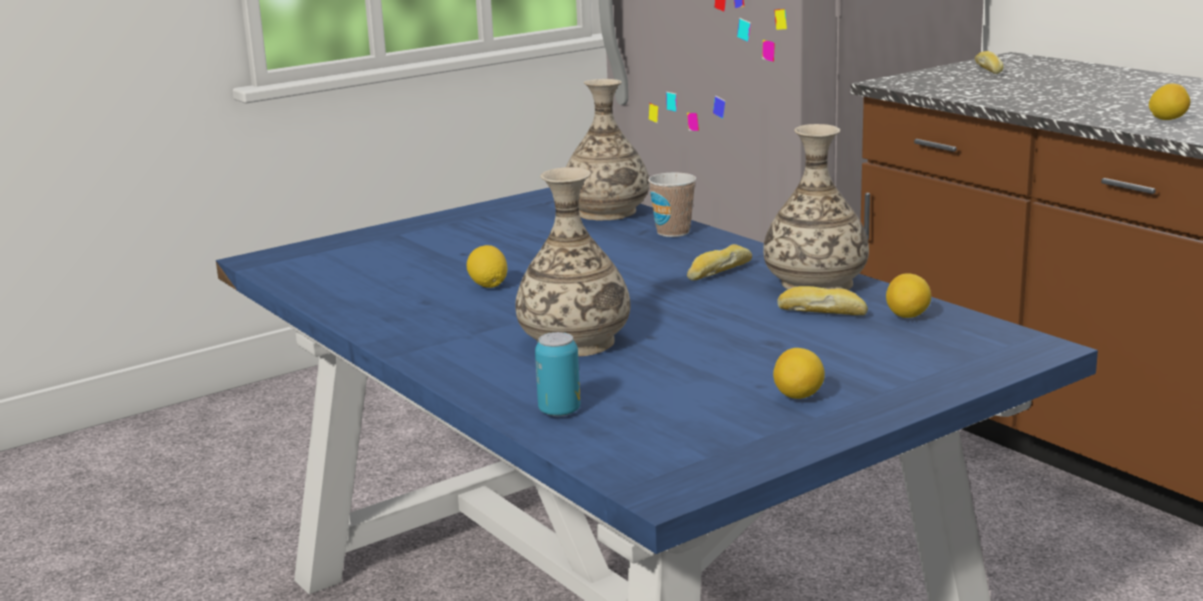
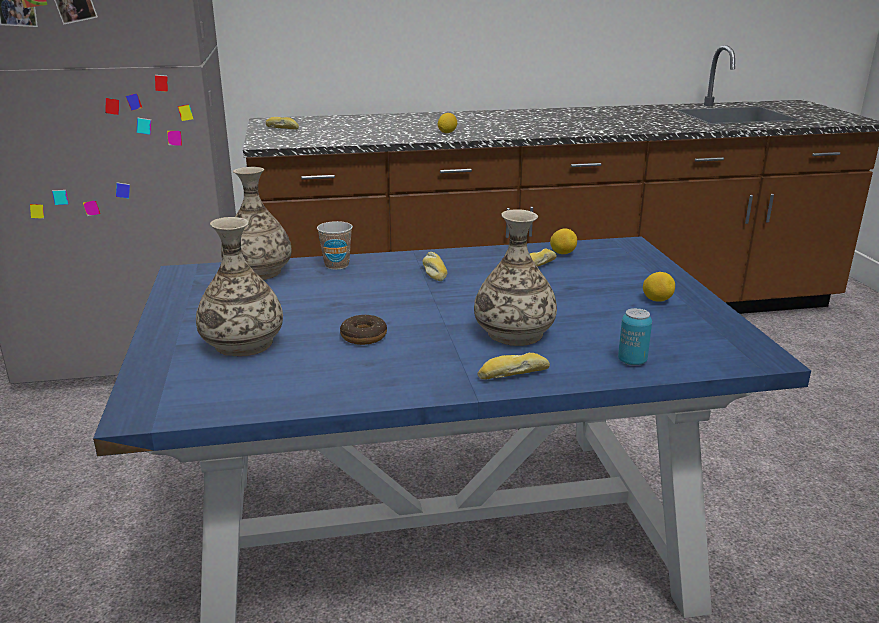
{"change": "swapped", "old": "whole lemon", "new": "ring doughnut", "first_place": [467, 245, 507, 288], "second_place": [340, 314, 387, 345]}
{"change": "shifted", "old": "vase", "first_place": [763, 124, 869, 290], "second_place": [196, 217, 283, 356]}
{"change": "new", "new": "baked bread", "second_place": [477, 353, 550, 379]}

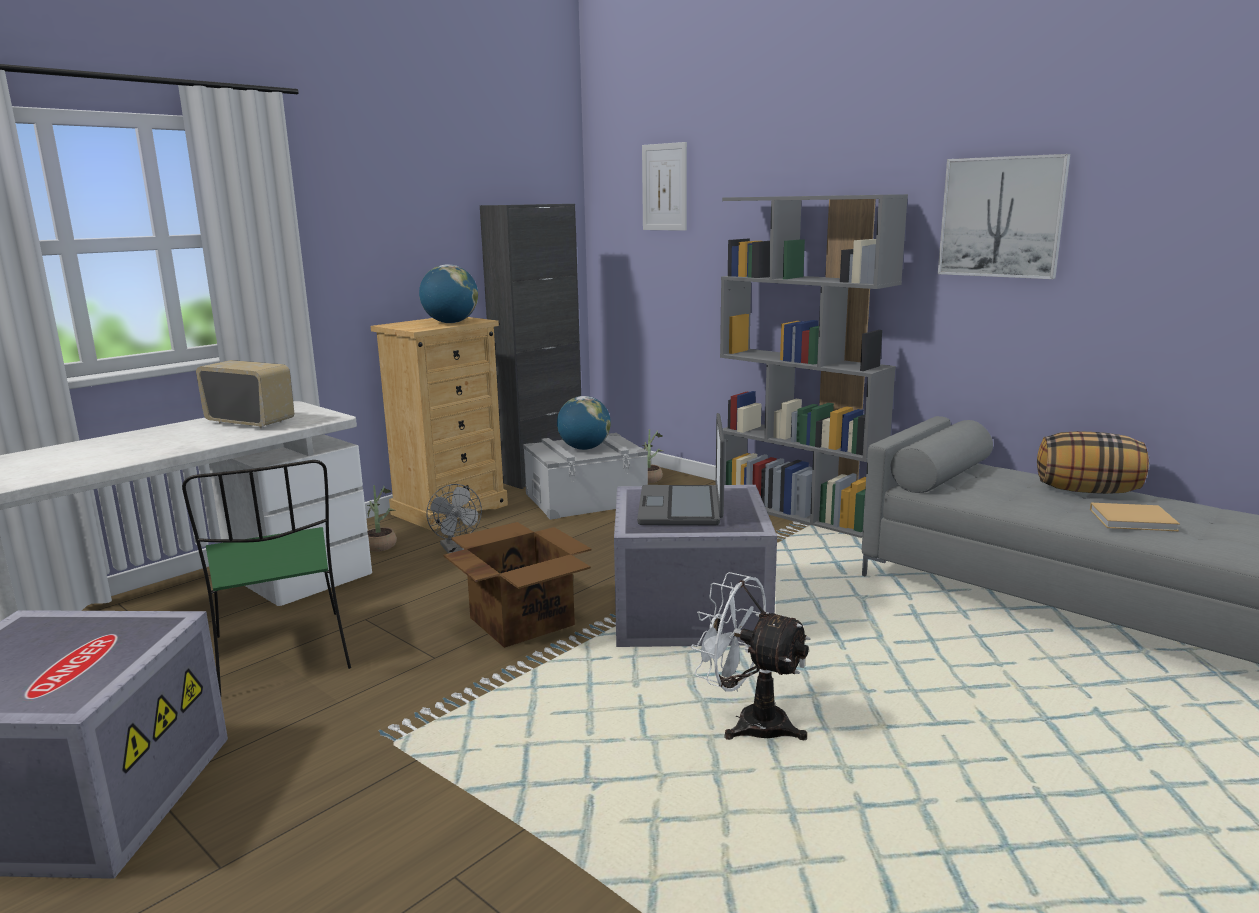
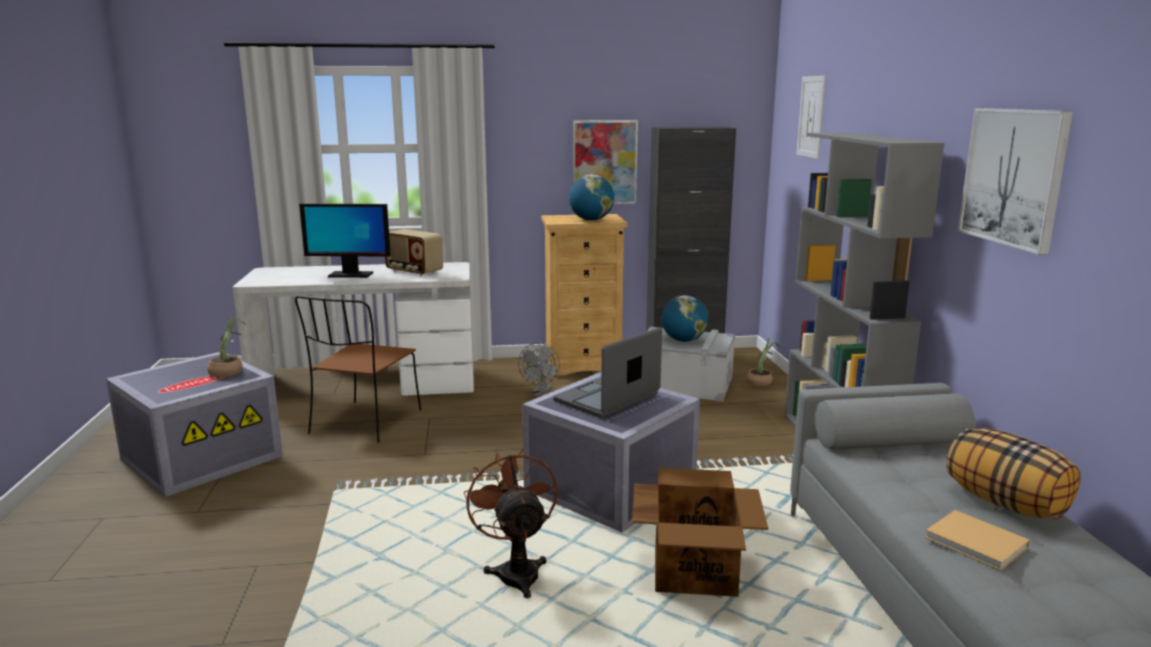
{"change": "repainted", "old": "chair (green)", "new": "chair (brownish)", "first_place": [182, 460, 351, 695], "second_place": [295, 296, 421, 443]}
{"change": "rotated", "old": "radio", "first_place": [196, 360, 294, 428], "second_place": [385, 229, 443, 276], "degrees": 150}
{"change": "shifted", "old": "potted plant", "first_place": [367, 485, 397, 552], "second_place": [207, 314, 246, 377]}
{"change": "shifted", "old": "carton", "first_place": [444, 522, 592, 648], "second_place": [632, 468, 768, 597]}
{"change": "repainted", "old": "fan (white)", "new": "fan (brownish)", "first_place": [691, 572, 811, 740], "second_place": [464, 448, 558, 598]}
{"change": "new", "new": "monitor", "second_place": [299, 204, 391, 278]}
{"change": "new", "new": "wall picture", "second_place": [573, 120, 638, 204]}

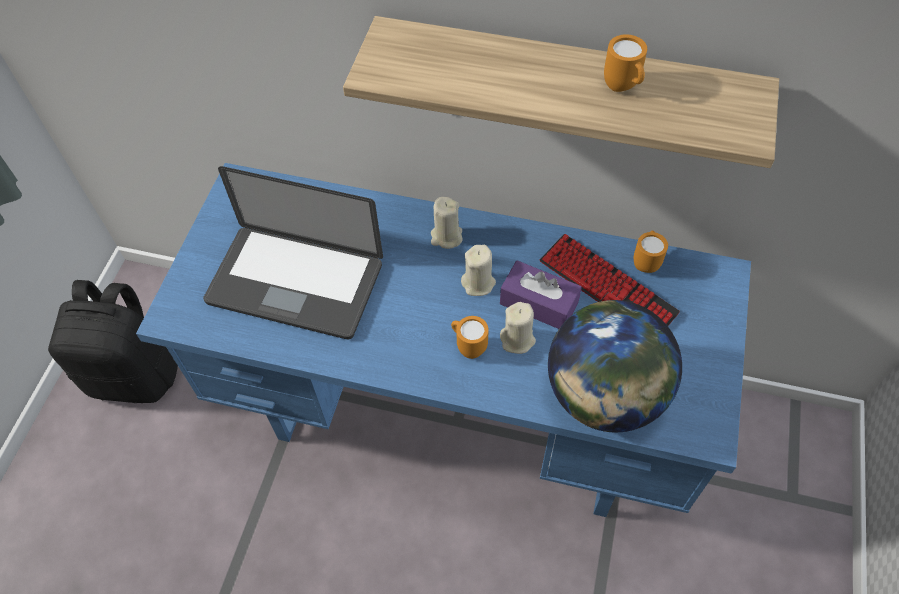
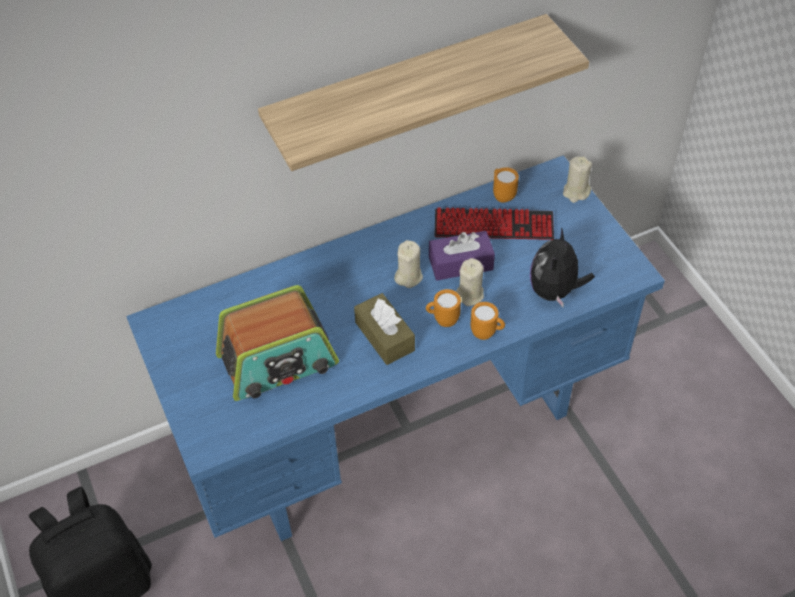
{"change": "swapped", "old": "laptop", "new": "radio", "first_place": [203, 166, 383, 339], "second_place": [216, 285, 339, 401]}
{"change": "shifted", "old": "wax candle (sand-coloured)", "first_place": [431, 197, 463, 249], "second_place": [563, 157, 592, 203]}
{"change": "swapped", "old": "globe", "new": "soft toy", "first_place": [548, 300, 682, 432], "second_place": [530, 227, 595, 307]}
{"change": "shifted", "old": "coffee mug (orange)", "first_place": [604, 34, 647, 92], "second_place": [471, 302, 505, 340]}
{"change": "new", "new": "box of tissues (brownish)", "second_place": [354, 293, 415, 365]}

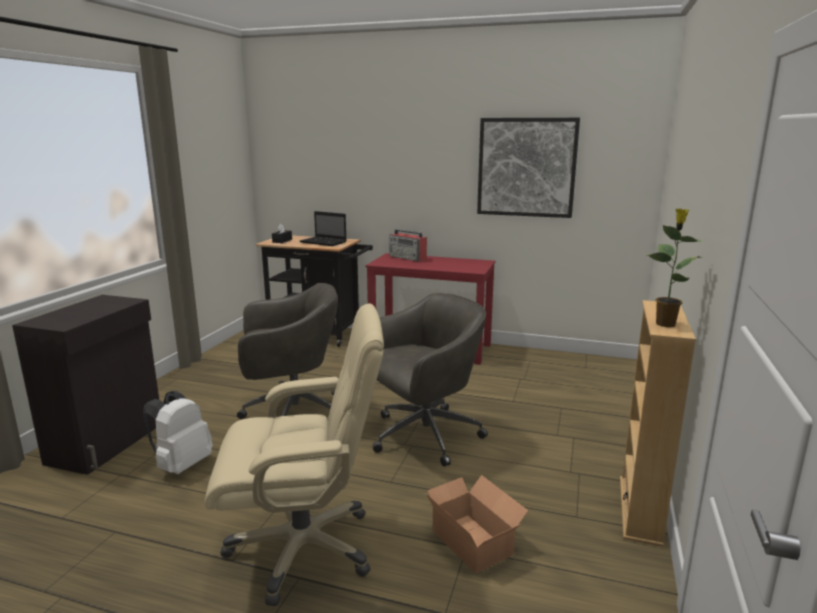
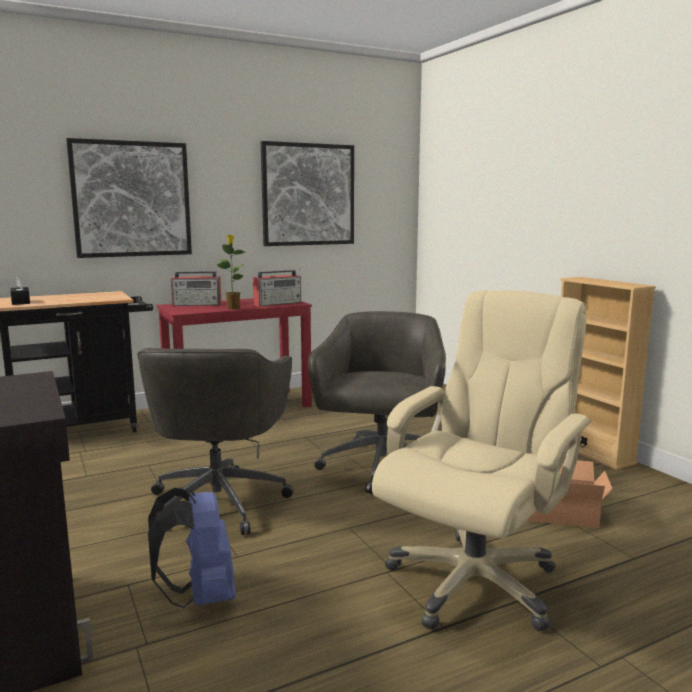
{"change": "repainted", "old": "backpack (white)", "new": "backpack (bluish)", "first_place": [143, 391, 213, 474], "second_place": [148, 488, 235, 608]}
{"change": "rotated", "old": "computer chair (gray)", "first_place": [237, 283, 338, 419], "second_place": [137, 348, 294, 535], "degrees": 150}
{"change": "gone", "old": "laptop", "first_place": [300, 211, 347, 246]}
{"change": "shifted", "old": "potted plant", "first_place": [646, 208, 701, 327], "second_place": [217, 235, 247, 309]}
{"change": "new", "new": "wall picture", "second_place": [66, 138, 192, 258]}
{"change": "new", "new": "radio", "second_place": [253, 269, 301, 306]}

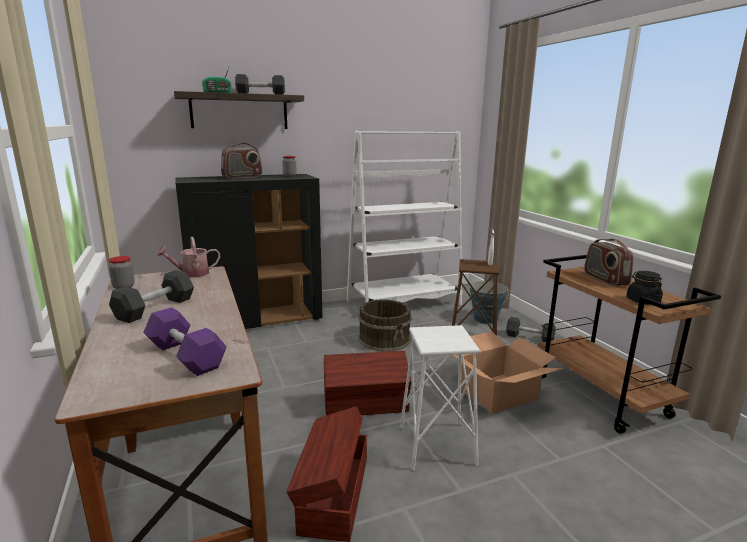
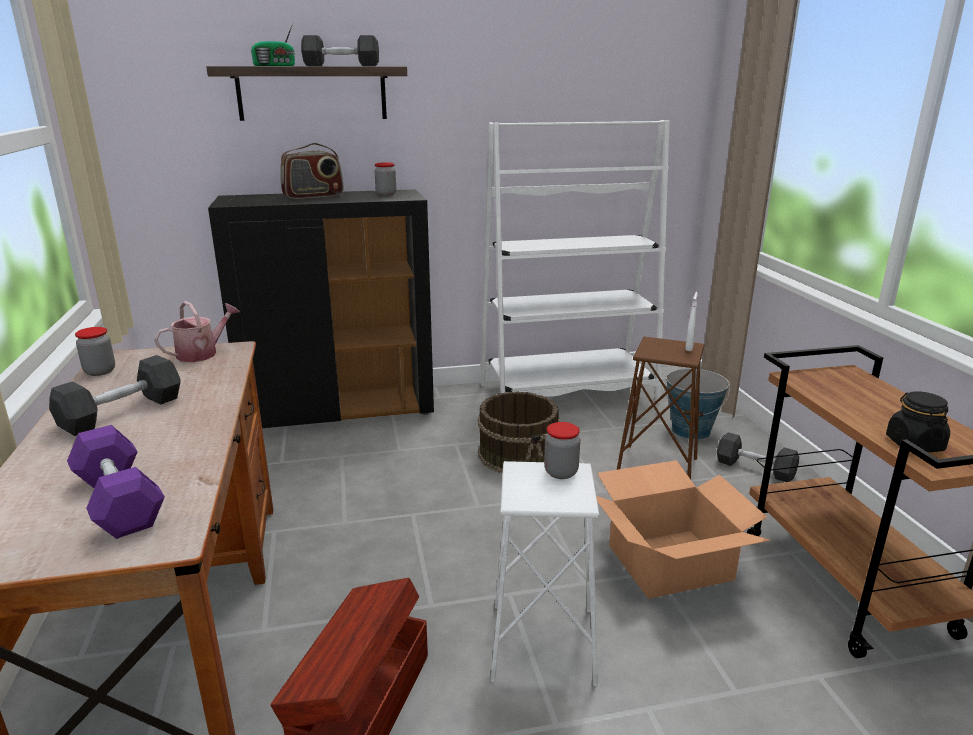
{"change": "rotated", "old": "watering pot", "first_place": [156, 237, 220, 277], "second_place": [154, 301, 240, 362], "degrees": 150}
{"change": "gone", "old": "storage box (brownish)", "first_place": [324, 351, 411, 415]}
{"change": "gone", "old": "radio", "first_place": [584, 239, 633, 286]}
{"change": "new", "new": "storage jar", "second_place": [544, 422, 580, 479]}

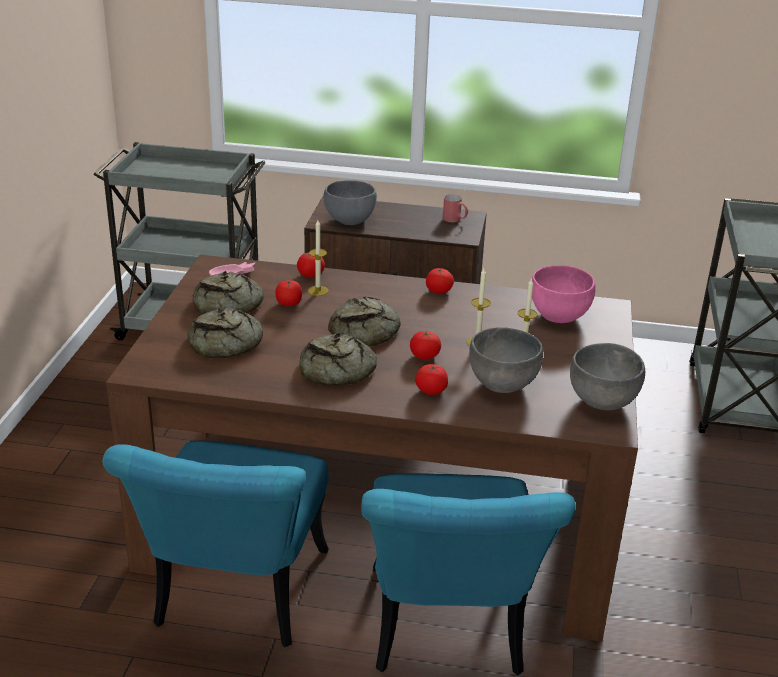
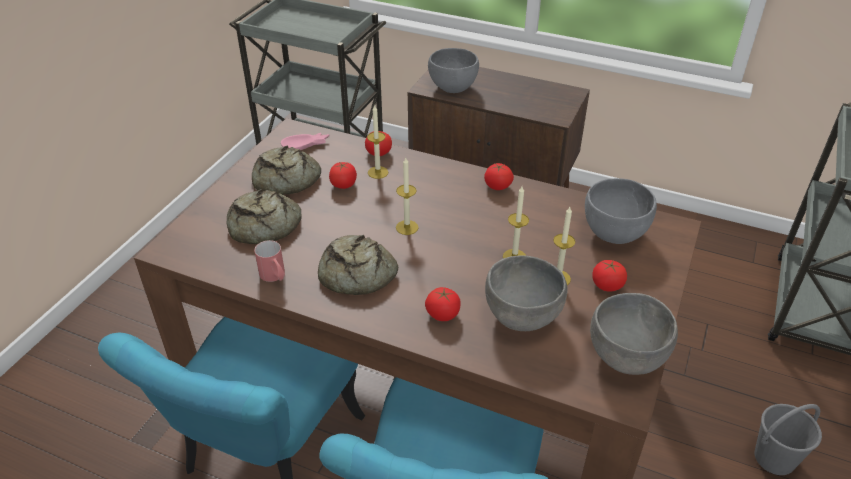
{"change": "swapped", "old": "baked bread", "new": "wax candle", "first_place": [328, 296, 401, 346], "second_place": [396, 158, 419, 235]}
{"change": "shifted", "old": "fresh tomato", "first_place": [410, 331, 441, 360], "second_place": [592, 260, 627, 292]}
{"change": "shifted", "old": "coffee mug (reddish)", "first_place": [443, 194, 468, 222], "second_place": [254, 240, 285, 282]}
{"change": "repainted", "old": "serving bowl (pink)", "new": "serving bowl (gray)", "first_place": [532, 265, 596, 323], "second_place": [585, 178, 657, 244]}
{"change": "new", "new": "pail (gray)", "second_place": [755, 404, 822, 475]}

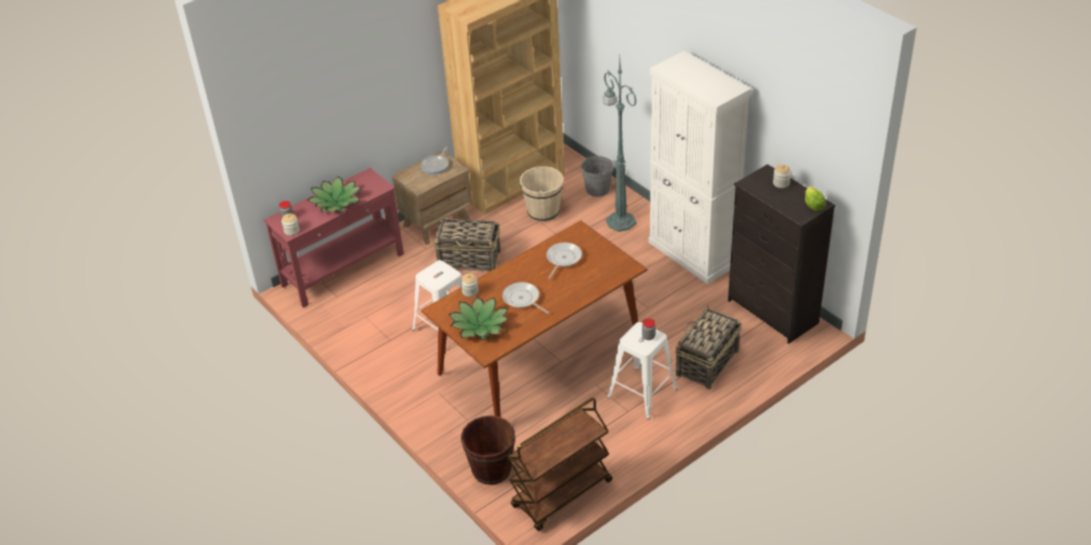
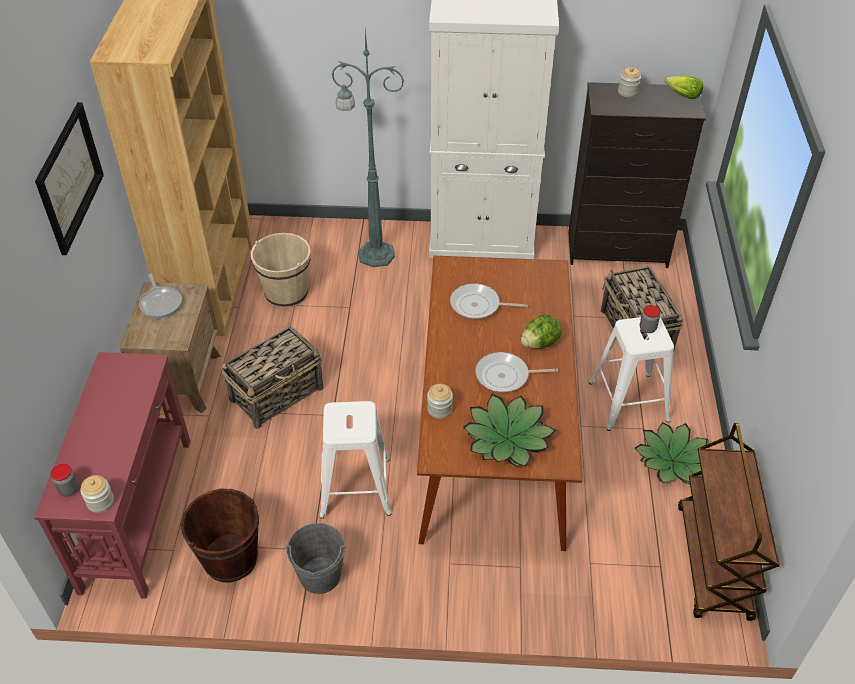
{"change": "shifted", "old": "potted plant", "first_place": [308, 176, 361, 212], "second_place": [635, 422, 708, 484]}
{"change": "shifted", "old": "pail (brownish)", "first_place": [461, 416, 515, 485], "second_place": [181, 489, 259, 582]}
{"change": "rotated", "old": "skillet", "first_place": [546, 242, 582, 279], "second_place": [450, 284, 528, 319], "degrees": -60}
{"change": "shifted", "old": "pail (gray)", "first_place": [581, 156, 614, 197], "second_place": [286, 523, 346, 594]}
{"change": "new", "new": "wall picture", "second_place": [35, 102, 104, 255]}
{"change": "new", "new": "lettuce head", "second_place": [521, 315, 562, 349]}

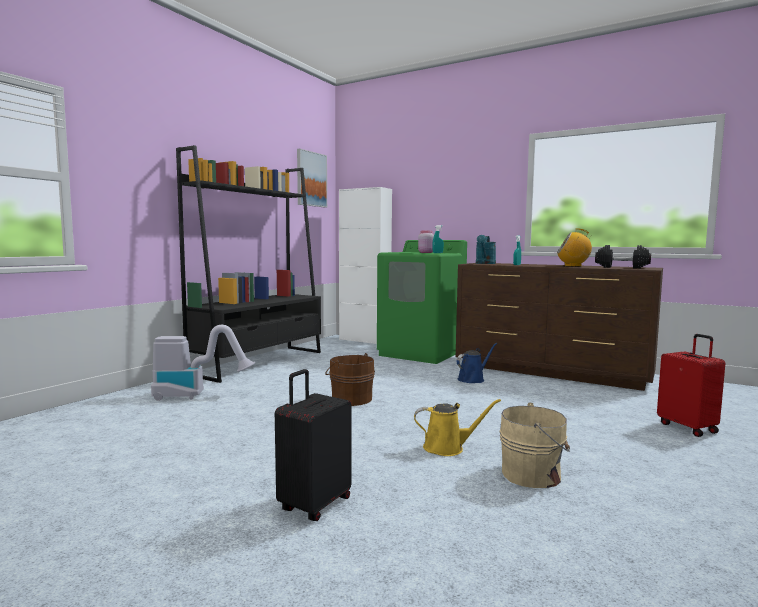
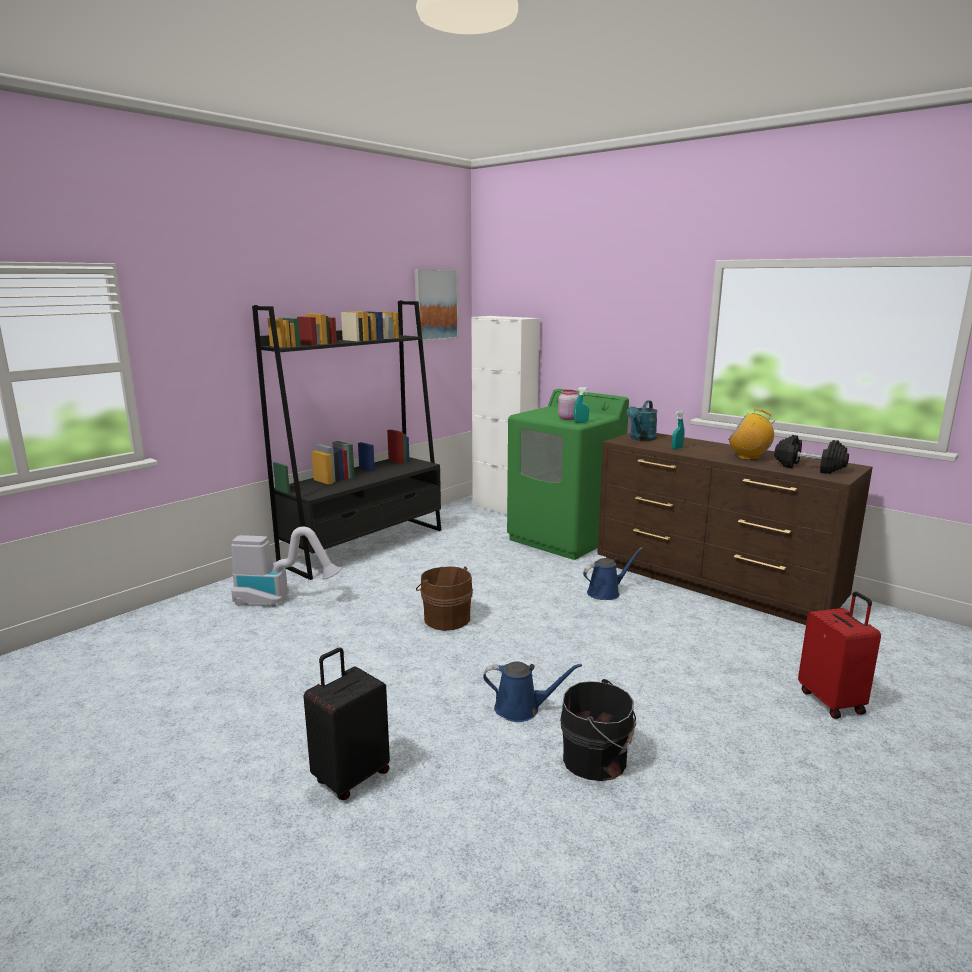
{"change": "repainted", "old": "watering pot (yellowish)", "new": "watering pot (bluish)", "first_place": [414, 399, 501, 456], "second_place": [483, 662, 582, 722]}
{"change": "repainted", "old": "pail (sand-coloured)", "new": "pail (black)", "first_place": [499, 403, 570, 488], "second_place": [560, 679, 636, 781]}

